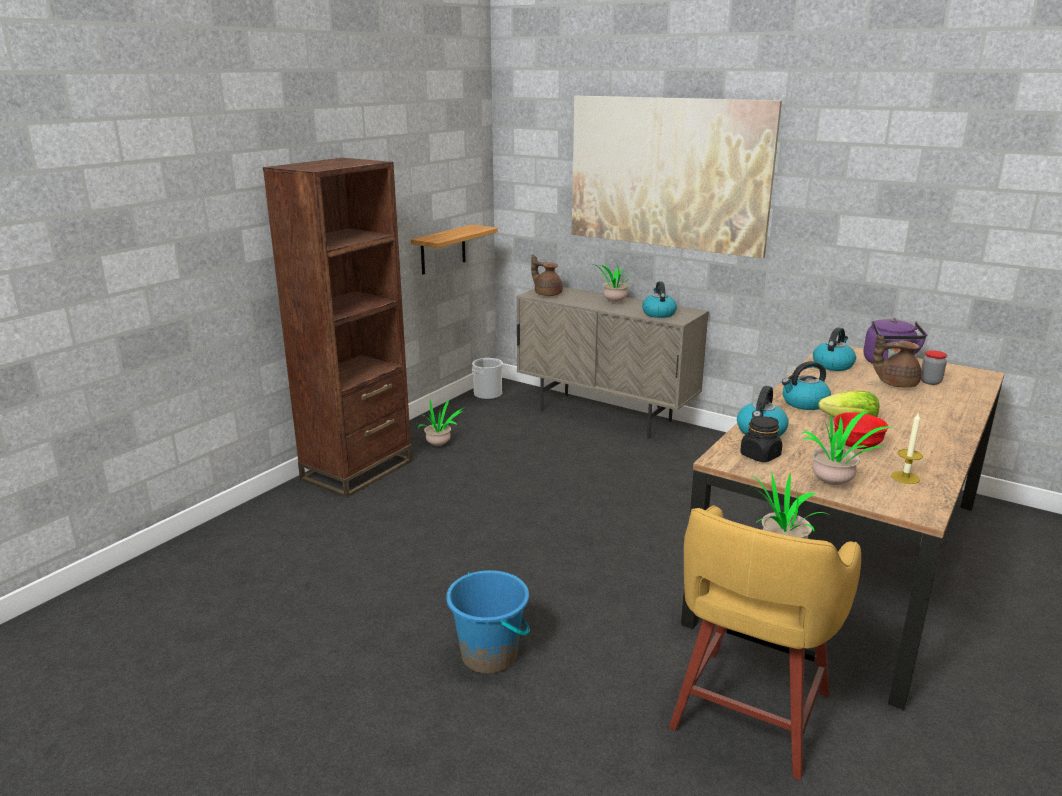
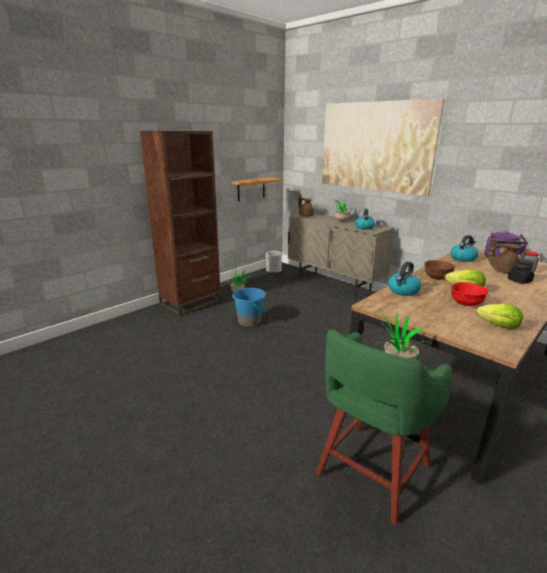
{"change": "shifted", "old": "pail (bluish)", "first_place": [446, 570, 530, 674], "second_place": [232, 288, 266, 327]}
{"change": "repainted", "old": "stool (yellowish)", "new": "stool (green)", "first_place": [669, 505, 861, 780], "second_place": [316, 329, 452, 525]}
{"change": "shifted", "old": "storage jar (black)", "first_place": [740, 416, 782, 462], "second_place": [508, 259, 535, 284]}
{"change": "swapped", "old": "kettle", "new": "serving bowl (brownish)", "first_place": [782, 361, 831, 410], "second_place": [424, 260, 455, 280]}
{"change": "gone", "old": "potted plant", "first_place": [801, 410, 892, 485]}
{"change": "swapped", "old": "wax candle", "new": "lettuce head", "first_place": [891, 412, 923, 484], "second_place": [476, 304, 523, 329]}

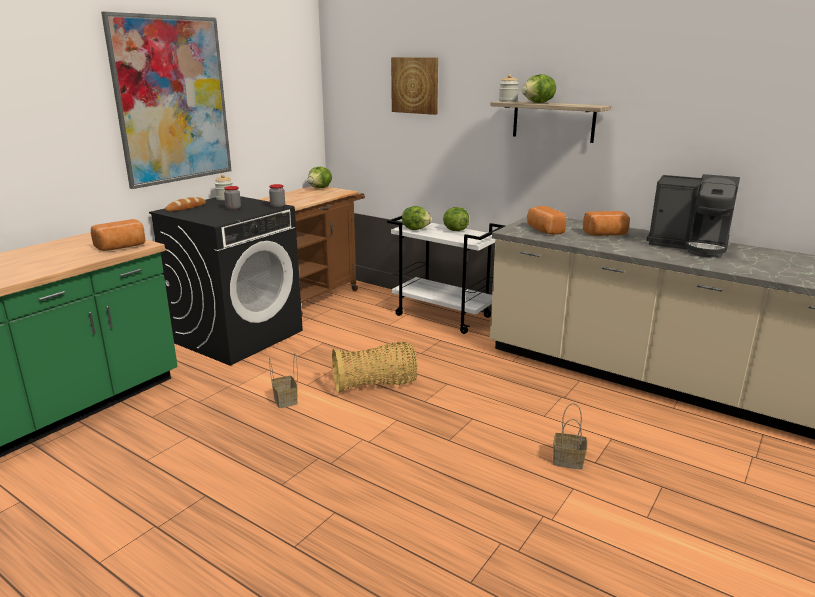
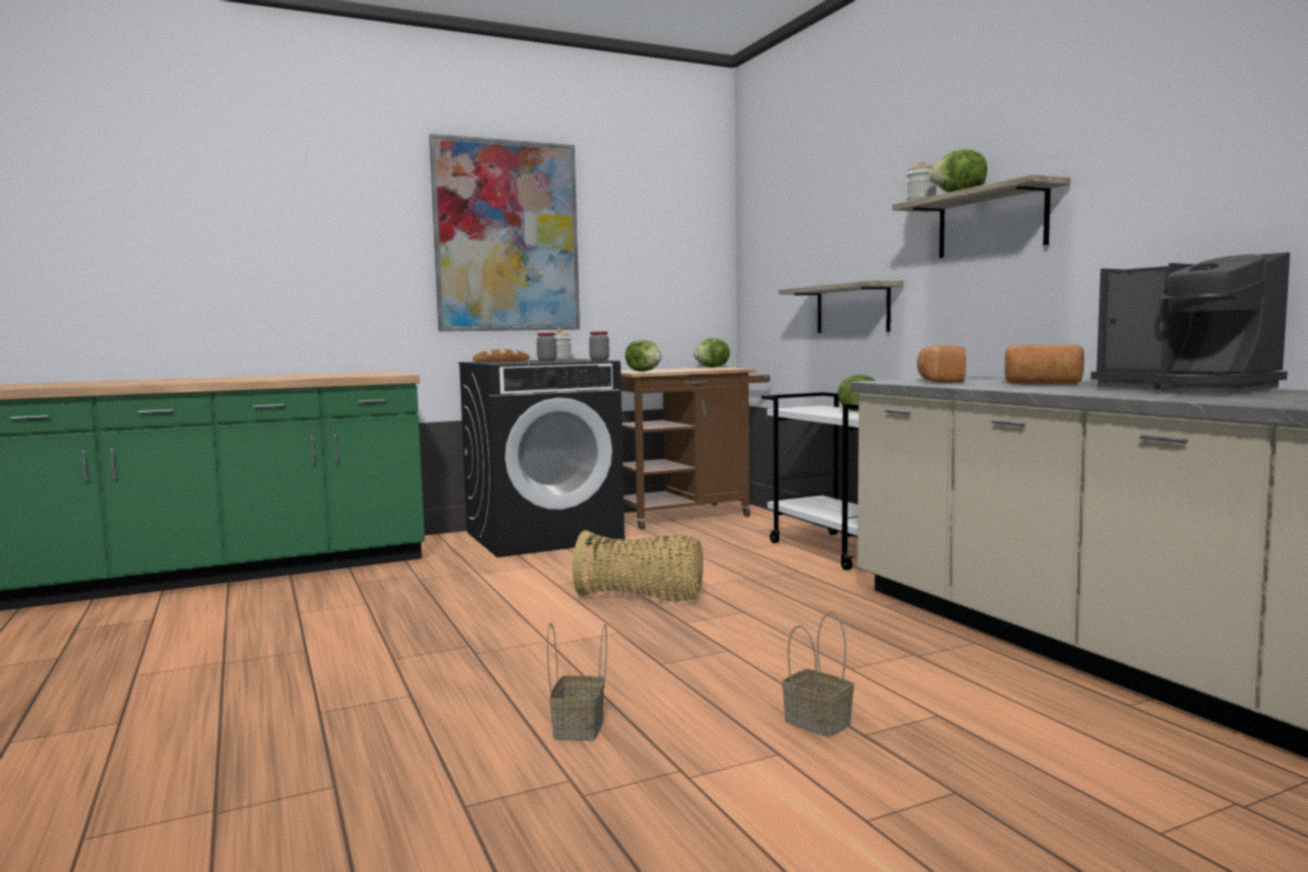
{"change": "gone", "old": "baked bread", "first_place": [91, 219, 145, 251]}
{"change": "shifted", "old": "household basket", "first_place": [269, 354, 298, 408], "second_place": [547, 623, 607, 741]}
{"change": "gone", "old": "wall picture", "first_place": [391, 57, 438, 115]}
{"change": "shifted", "old": "lettuce head", "first_place": [402, 206, 432, 230], "second_place": [625, 340, 662, 372]}
{"change": "new", "new": "wall shelf", "second_place": [779, 280, 903, 333]}

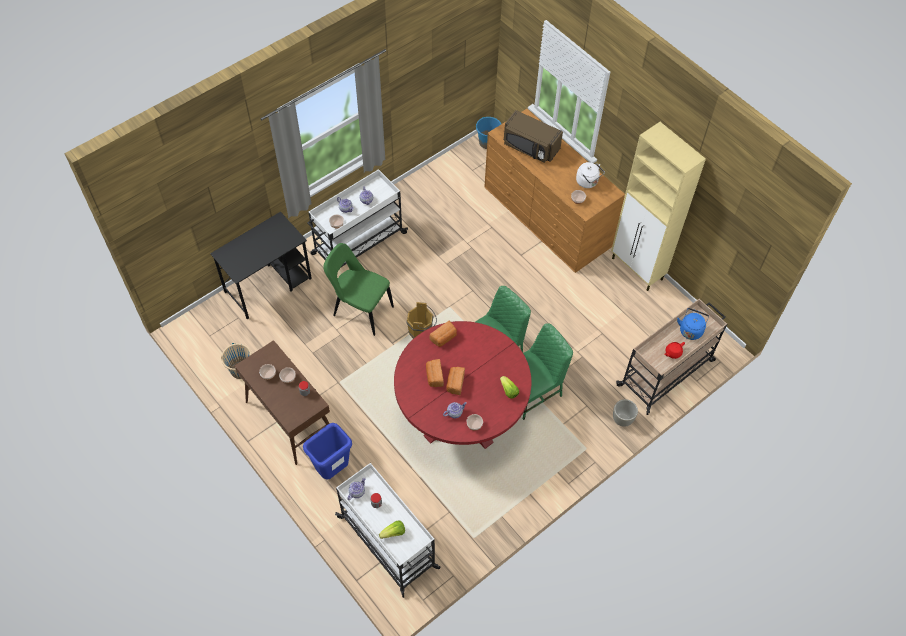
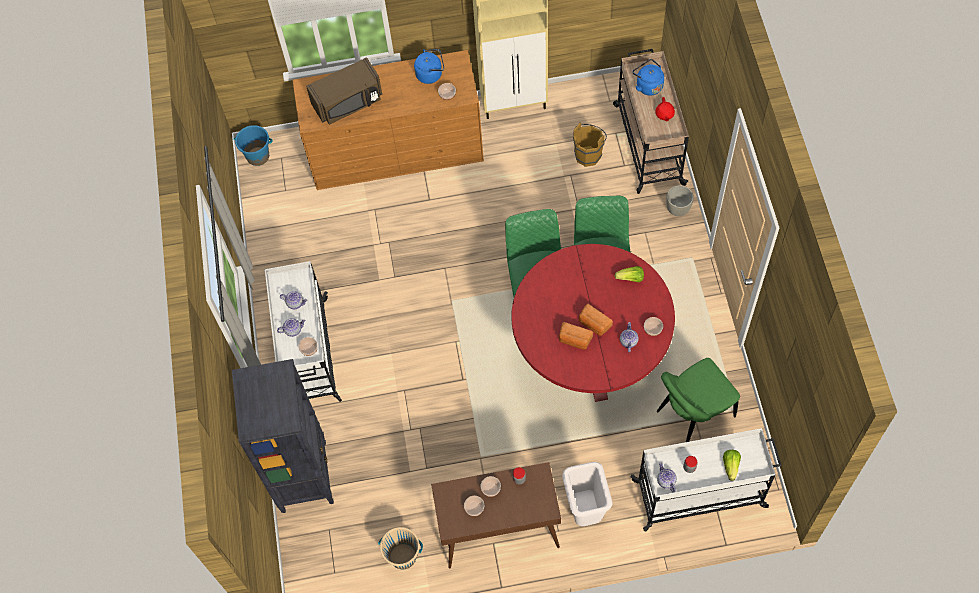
{"change": "swapped", "old": "desk (black)", "new": "shelving unit (black)", "first_place": [210, 212, 312, 319], "second_place": [232, 359, 334, 513]}
{"change": "repainted", "old": "trash can (bluish)", "new": "trash can (white)", "first_place": [303, 423, 352, 479], "second_place": [562, 462, 612, 526]}
{"change": "shifted", "old": "chair (green)", "first_place": [323, 243, 394, 336], "second_place": [657, 358, 740, 442]}
{"change": "shifted", "old": "pail (brownish)", "first_place": [406, 302, 437, 339], "second_place": [573, 123, 607, 167]}
{"change": "gone", "old": "baked bread", "first_place": [429, 321, 457, 347]}
{"change": "repainted", "old": "kettle (white)", "new": "kettle (bluish)", "first_place": [576, 162, 605, 188], "second_place": [414, 49, 444, 84]}

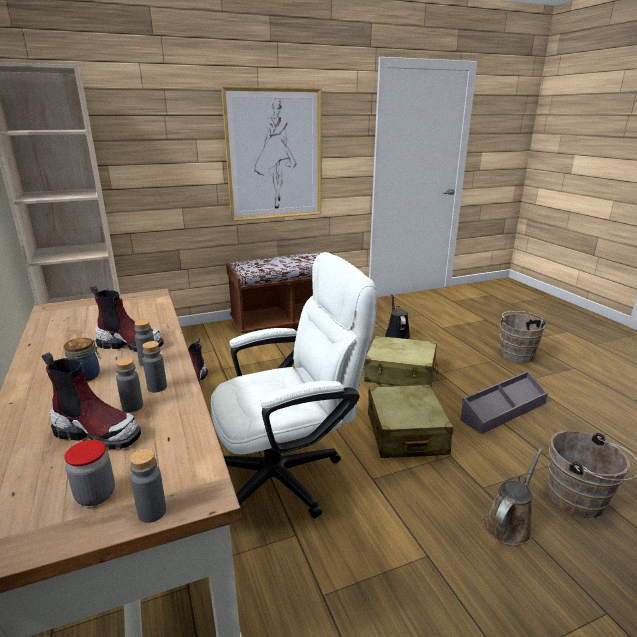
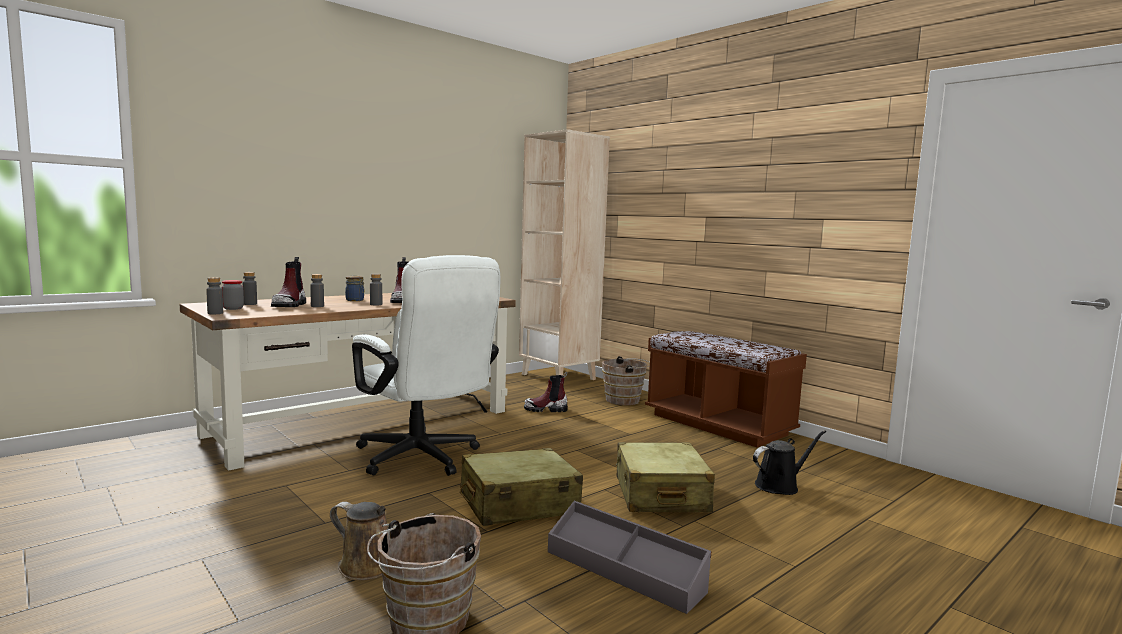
{"change": "shifted", "old": "beverage bottle (gray)", "first_place": [142, 341, 167, 392], "second_place": [243, 272, 257, 305]}
{"change": "gone", "old": "wall picture", "first_place": [221, 86, 322, 221]}
{"change": "shifted", "old": "pail (brownish)", "first_place": [499, 311, 548, 363], "second_place": [602, 356, 650, 405]}

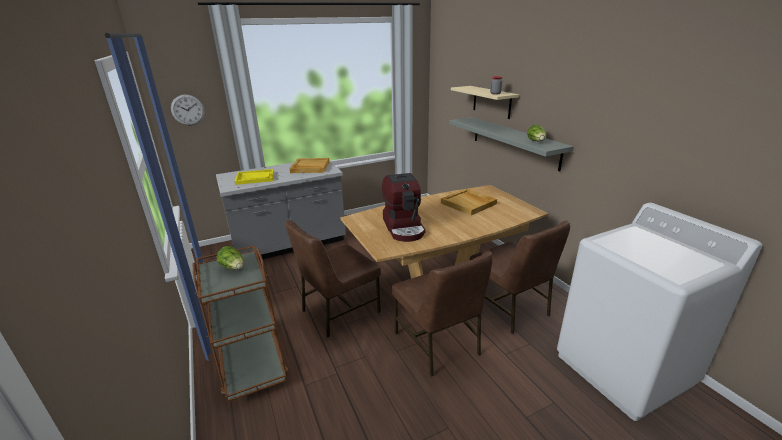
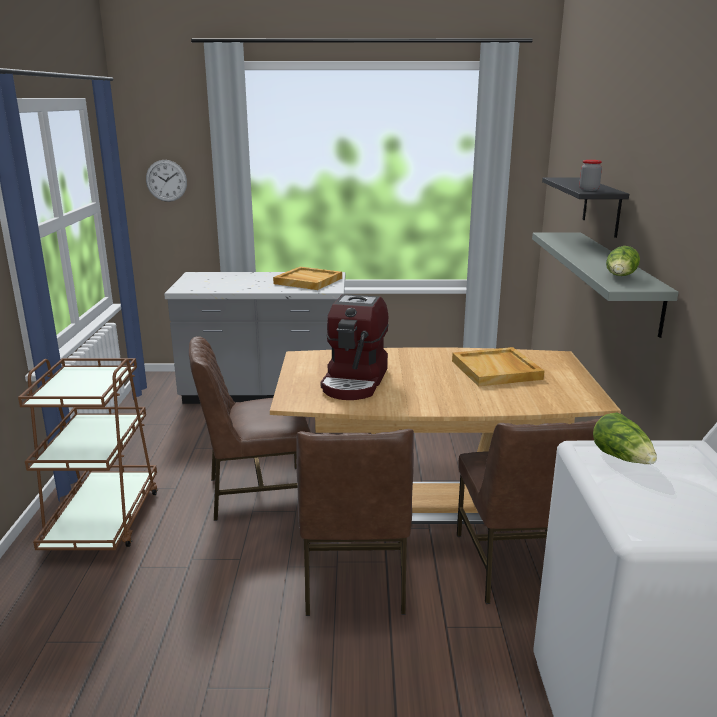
{"change": "shifted", "old": "lettuce head", "first_place": [217, 246, 243, 269], "second_place": [593, 413, 657, 464]}
{"change": "gone", "old": "serving tray (yellowish)", "first_place": [235, 169, 274, 185]}
{"change": "repainted", "old": "wall shelf (sand-coloured)", "new": "wall shelf (black)", "first_place": [451, 86, 519, 119], "second_place": [542, 178, 629, 238]}

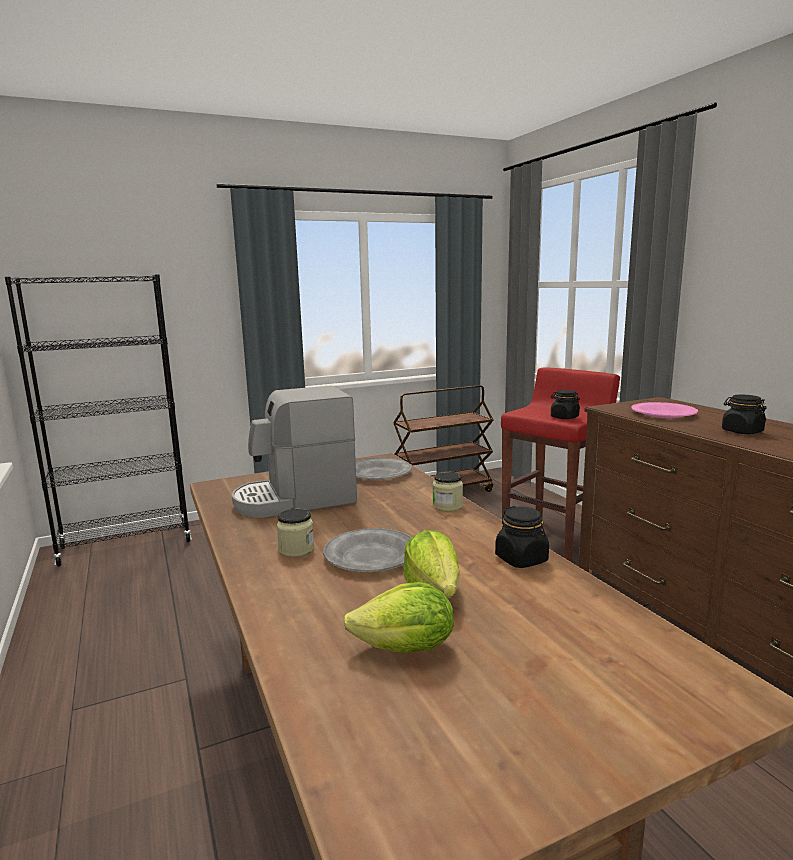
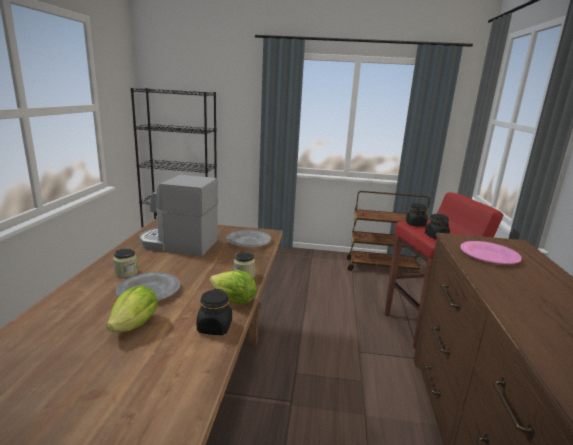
{"change": "shifted", "old": "lettuce head", "first_place": [343, 582, 454, 653], "second_place": [210, 270, 257, 304]}
{"change": "shifted", "old": "storage jar (black)", "first_place": [722, 395, 767, 434], "second_place": [406, 203, 427, 227]}

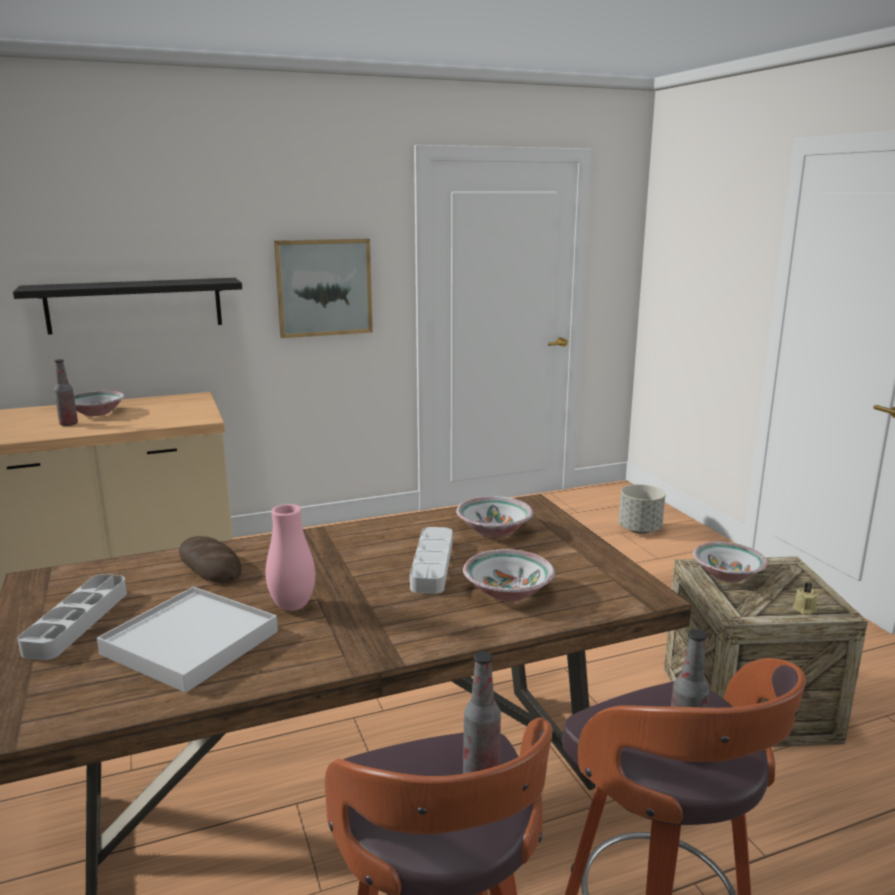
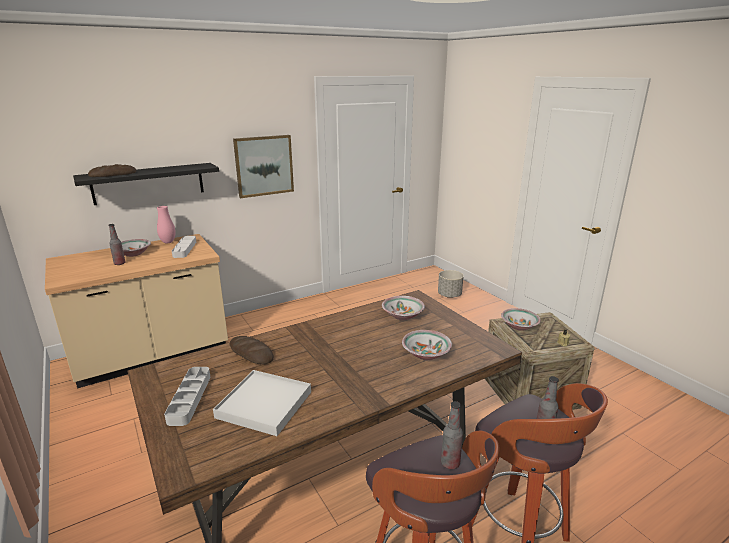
{"change": "shifted", "old": "vase (pink)", "first_place": [266, 504, 315, 611], "second_place": [157, 206, 176, 243]}
{"change": "shifted", "old": "serving tray (gray)", "first_place": [410, 527, 453, 594], "second_place": [172, 236, 196, 258]}
{"change": "new", "new": "baked bread", "second_place": [88, 164, 136, 177]}

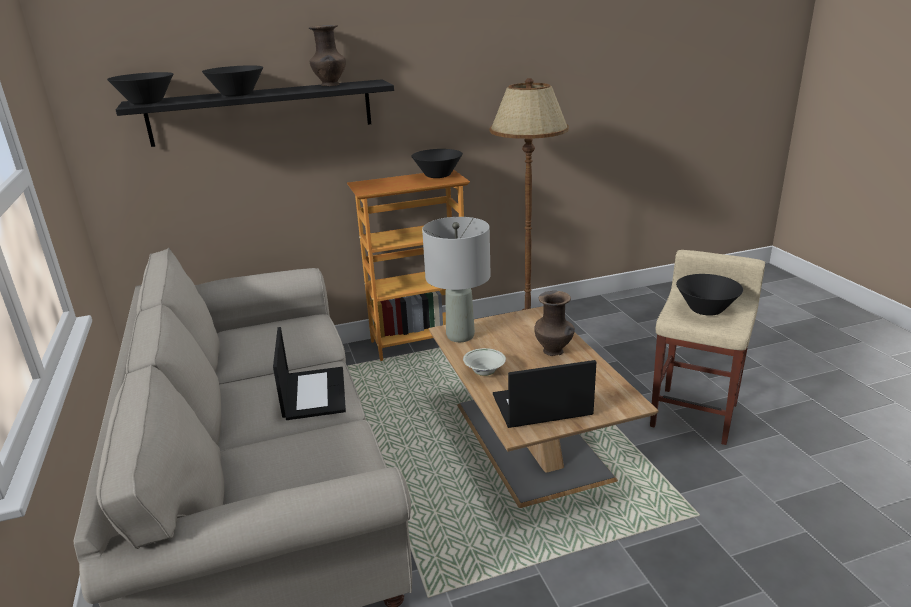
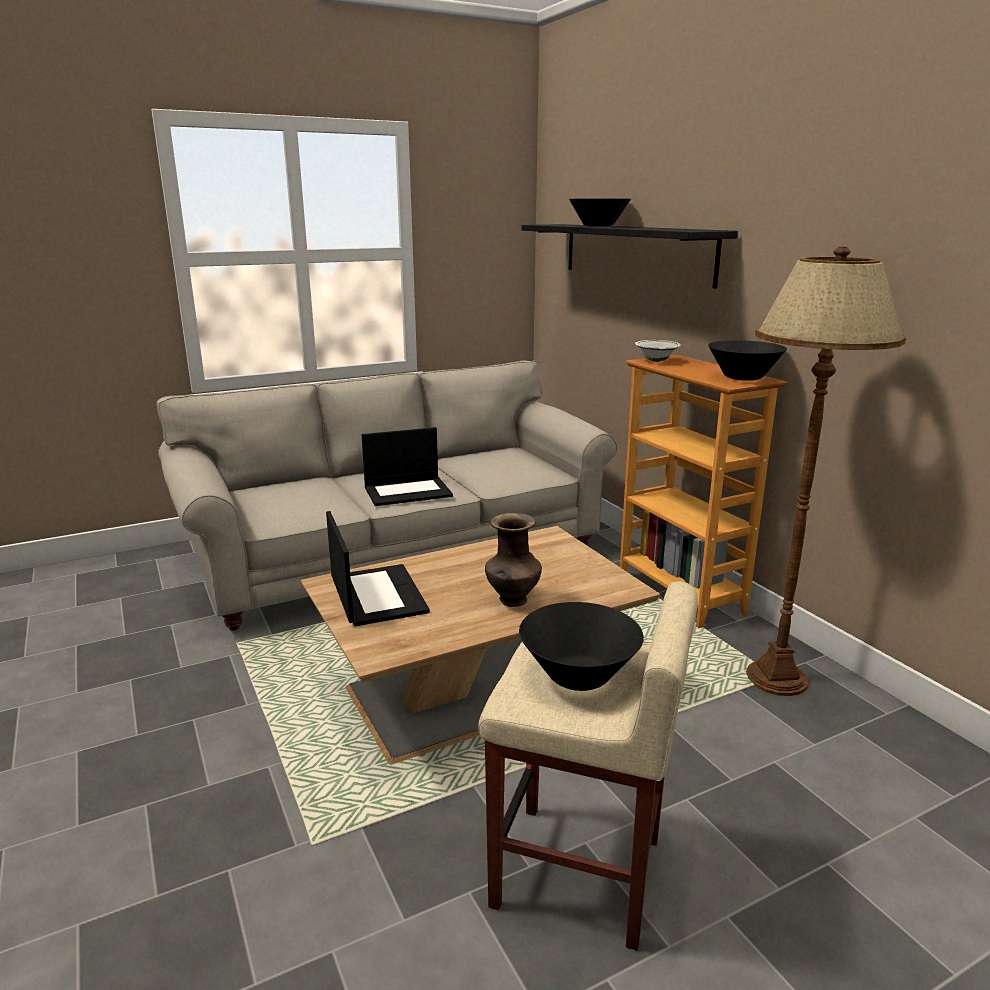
{"change": "gone", "old": "serving bowl (black)", "first_place": [107, 72, 173, 105]}
{"change": "gone", "old": "vase (brownish)", "first_place": [308, 25, 346, 86]}
{"change": "gone", "old": "lamp for a table (gray)", "first_place": [422, 217, 491, 342]}
{"change": "shifted", "old": "serving bowl (white)", "first_place": [463, 348, 506, 376], "second_place": [635, 340, 681, 362]}

